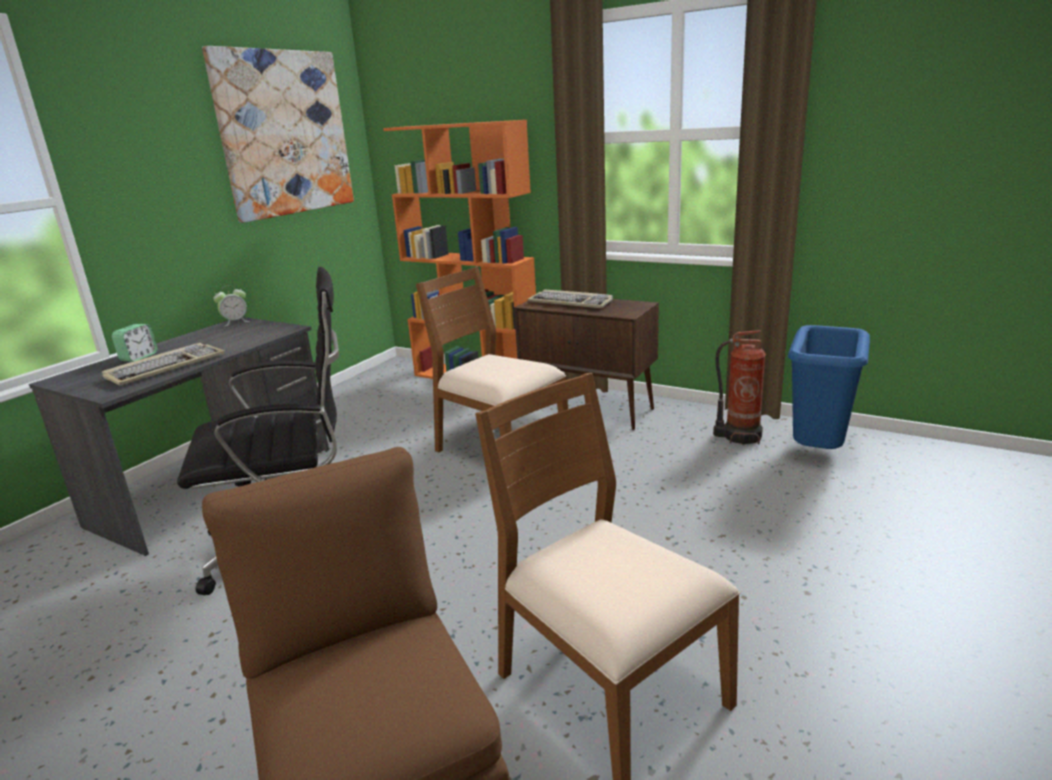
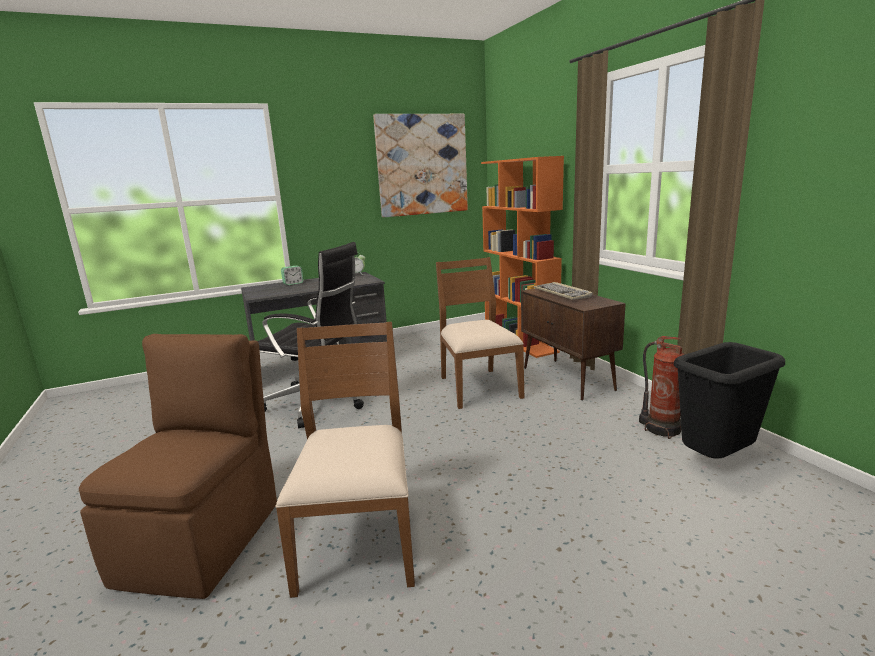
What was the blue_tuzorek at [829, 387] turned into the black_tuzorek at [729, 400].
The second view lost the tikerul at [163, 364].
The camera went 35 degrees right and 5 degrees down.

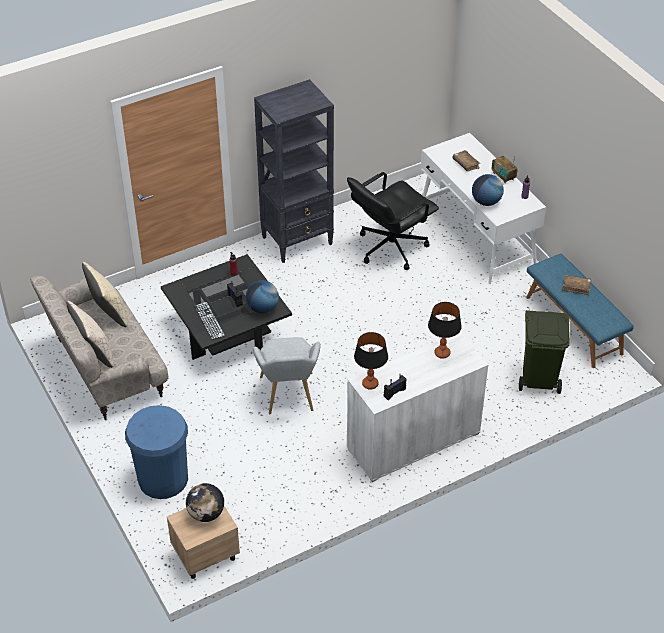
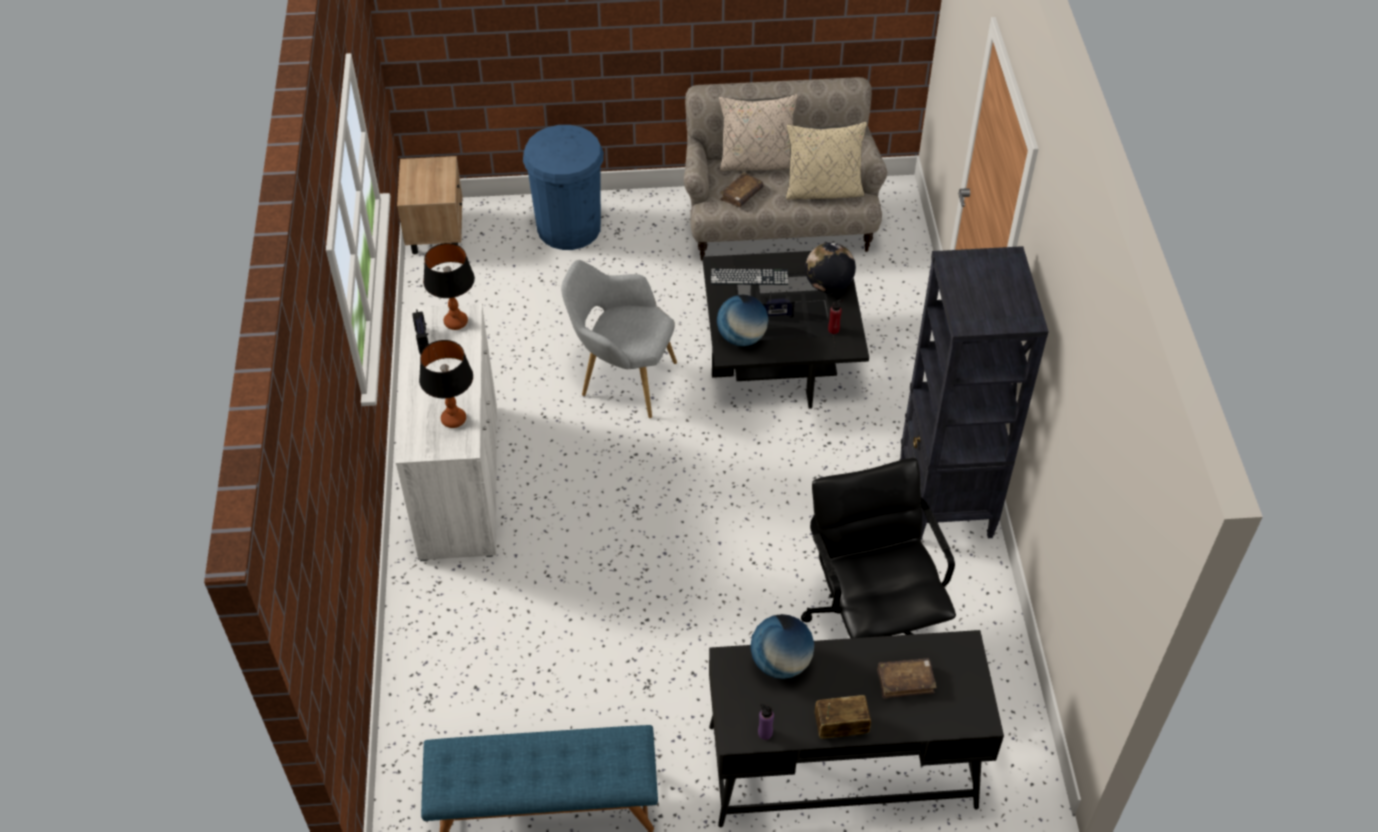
What was the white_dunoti at [483, 208] turned into the black_dunoti at [856, 728].
The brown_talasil ended up elsewhere, having gone from [576, 284] to [742, 189].
The second view lost the green_tuzorek at [544, 352].
The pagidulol ended up elsewhere, having gone from [205, 502] to [830, 268].
The camera went 115 degrees right and 5 degrees up.

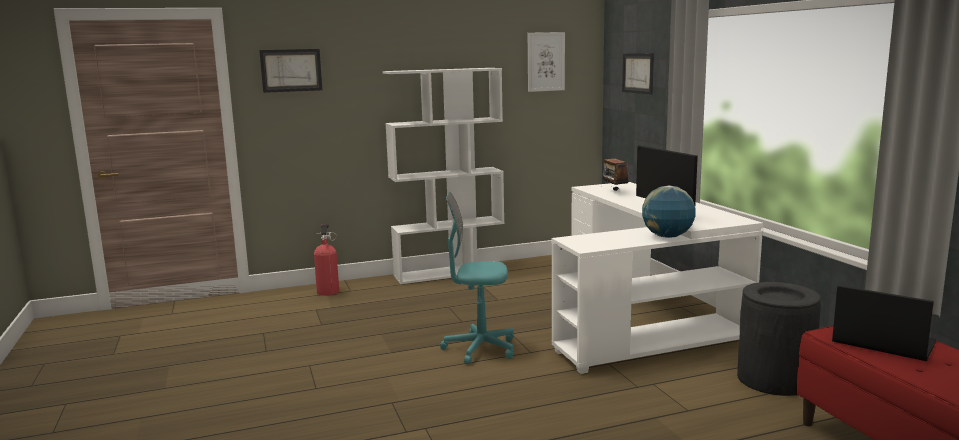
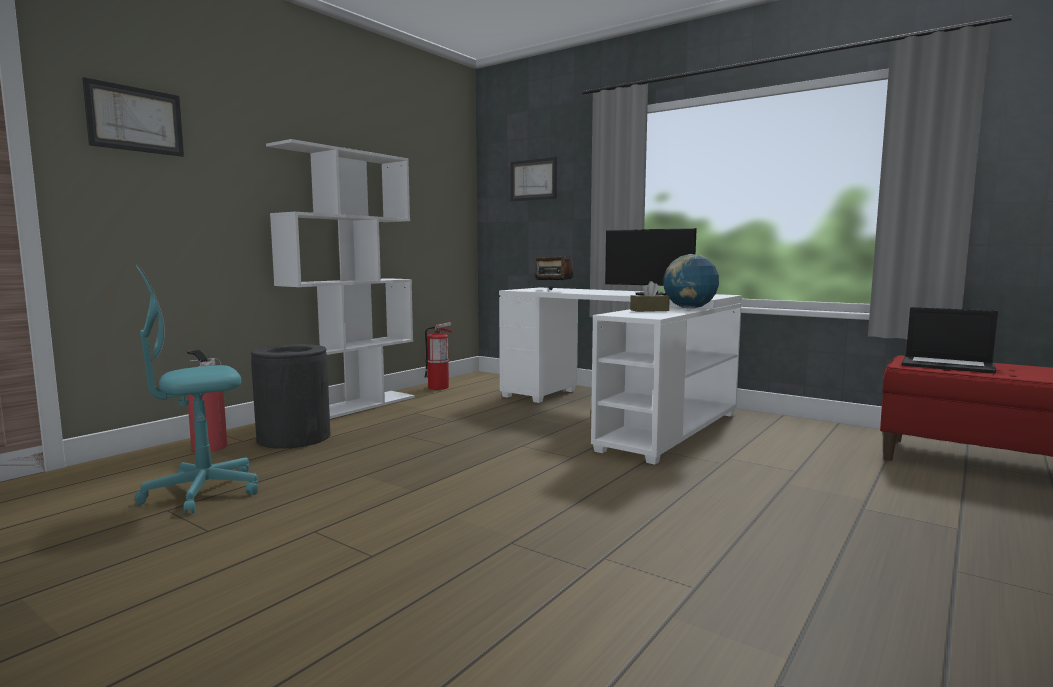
The second view lost the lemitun at [546, 62].
The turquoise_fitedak ended up elsewhere, having gone from [477, 278] to [196, 389].
The black_tuzorek ended up elsewhere, having gone from [779, 339] to [290, 396].
The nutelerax at [884, 323] ended up facing another way, 150 degrees counterclockwise from before.
The second view gained the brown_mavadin at [650, 296].
The second view gained the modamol at [438, 356].
The camera went 35 degrees left and 5 degrees down.

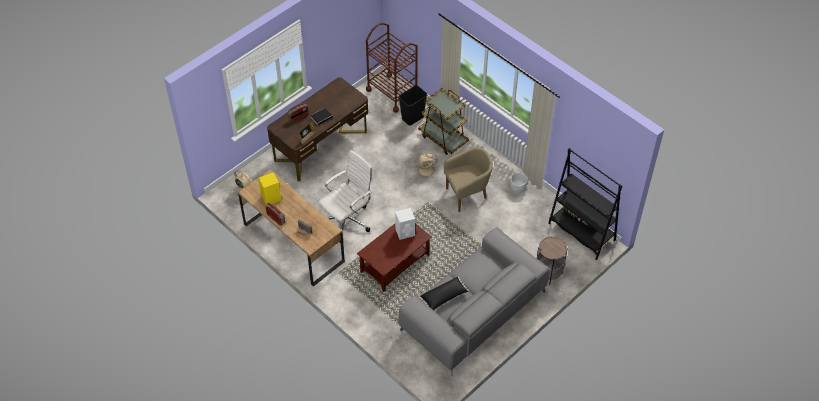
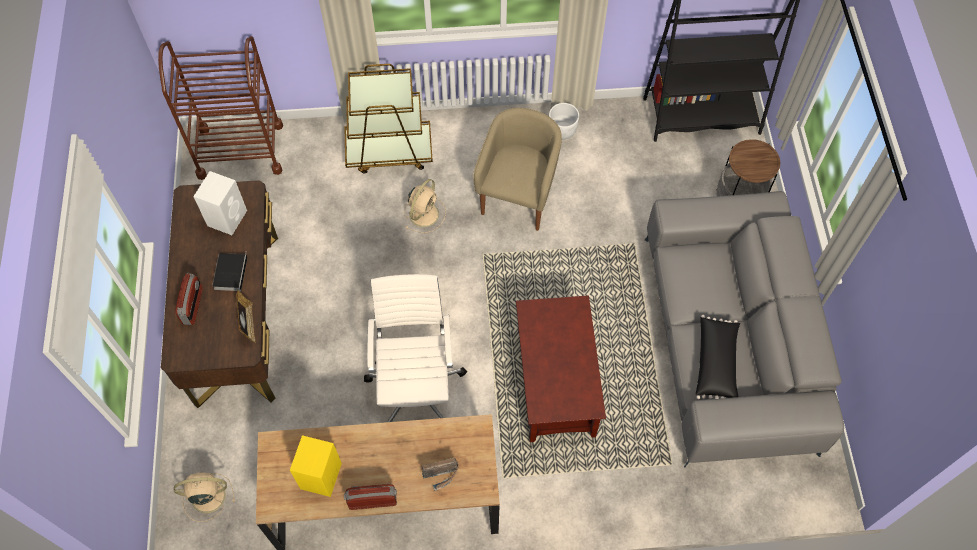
The second view lost the black_tuzorek at [412, 105].
The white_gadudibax ended up elsewhere, having gone from [405, 224] to [220, 203].
The camera went 50 degrees left and 10 degrees up.

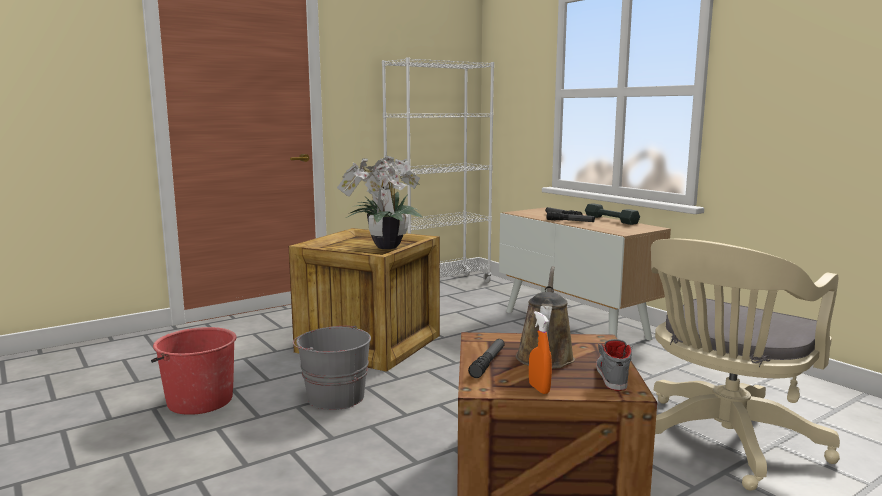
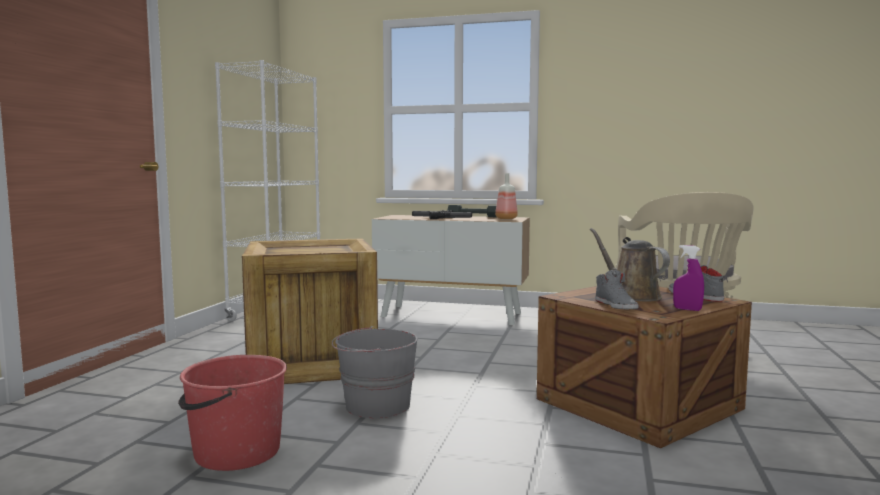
The second view lost the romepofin at [380, 202].
What was the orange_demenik at [540, 352] turned into the purple_demenik at [688, 278].
Where the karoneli stood at [486, 358], the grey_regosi came to stand at [616, 289].
The second view gained the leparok at [506, 196].
The camera went 40 degrees left and 5 degrees down.

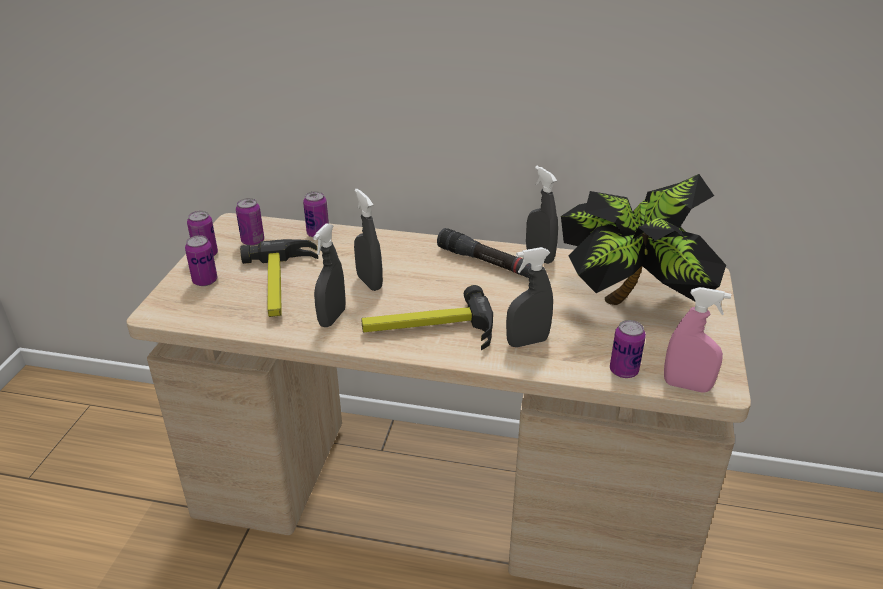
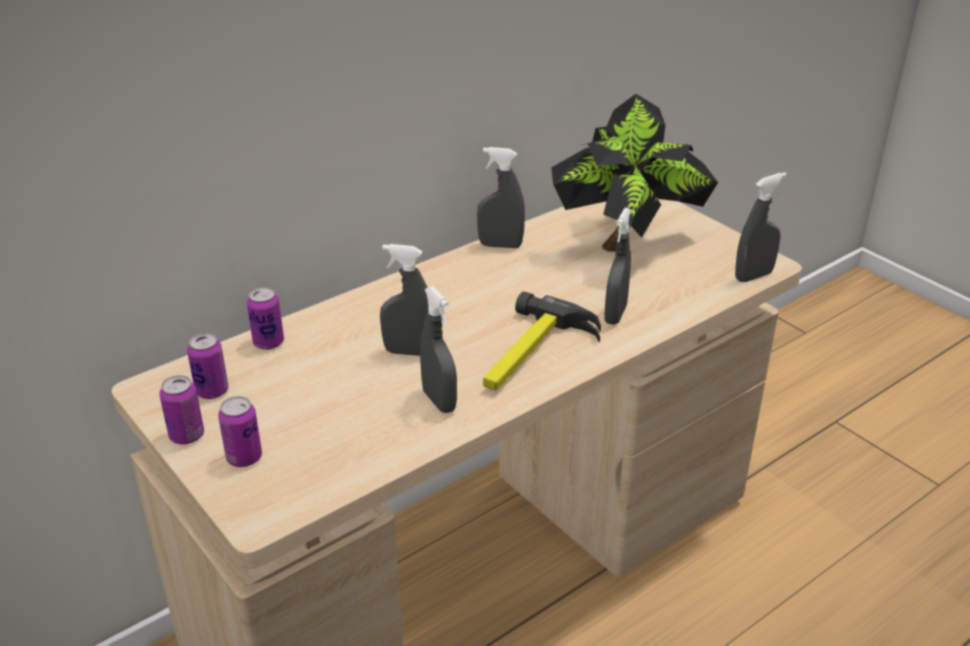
The second view lost the black_karoneli at [484, 253].
The second view lost the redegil at [279, 278].
What was the pink_demenik at [697, 339] turned into the grey_demenik at [761, 227].
The second view lost the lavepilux at [628, 349].
The camera went 50 degrees left and 0 degrees up.

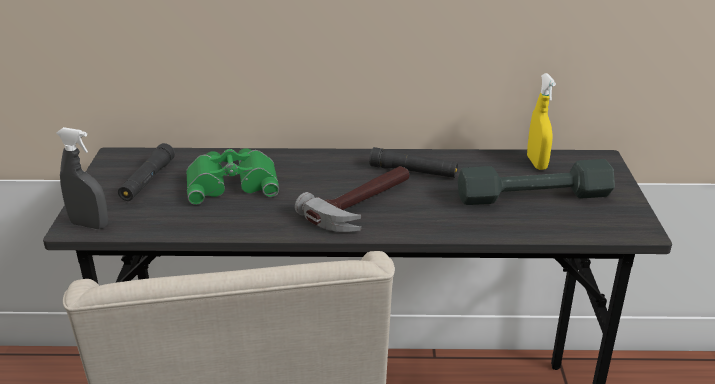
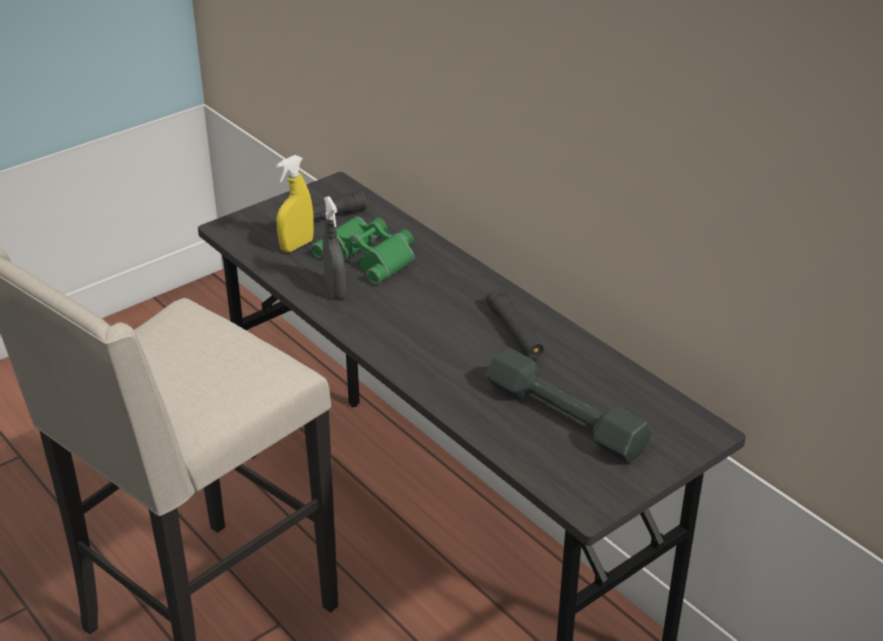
The yellow_demenik ended up elsewhere, having gone from [541, 121] to [295, 203].
The grey_demenik ended up elsewhere, having gone from [82, 178] to [334, 247].
The second view lost the redegil at [352, 199].
The camera went 50 degrees right and 5 degrees up.

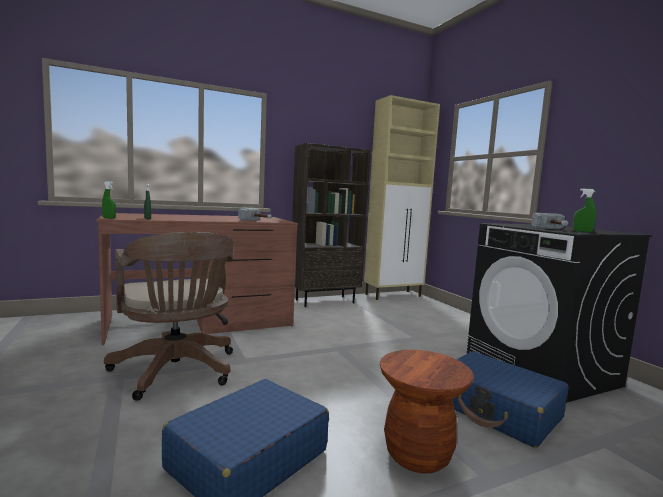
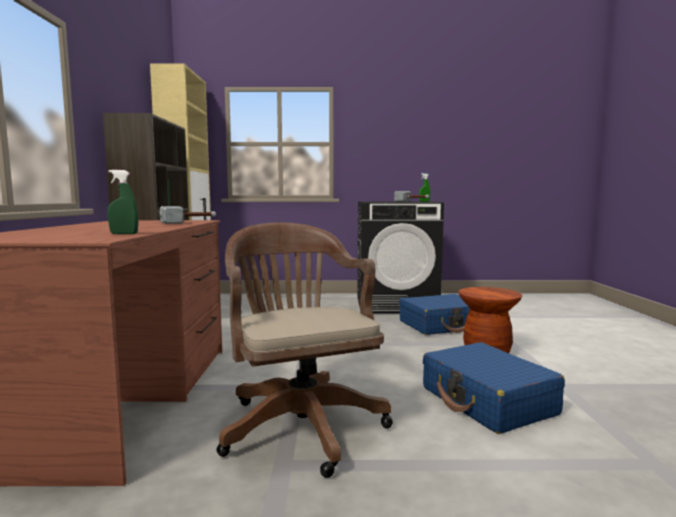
The second view lost the green_demenik at [109, 200].
The brown_fitedak at [169, 316] ended up facing another way, 105 degrees counterclockwise from before.
The camera went 65 degrees left and 0 degrees up.

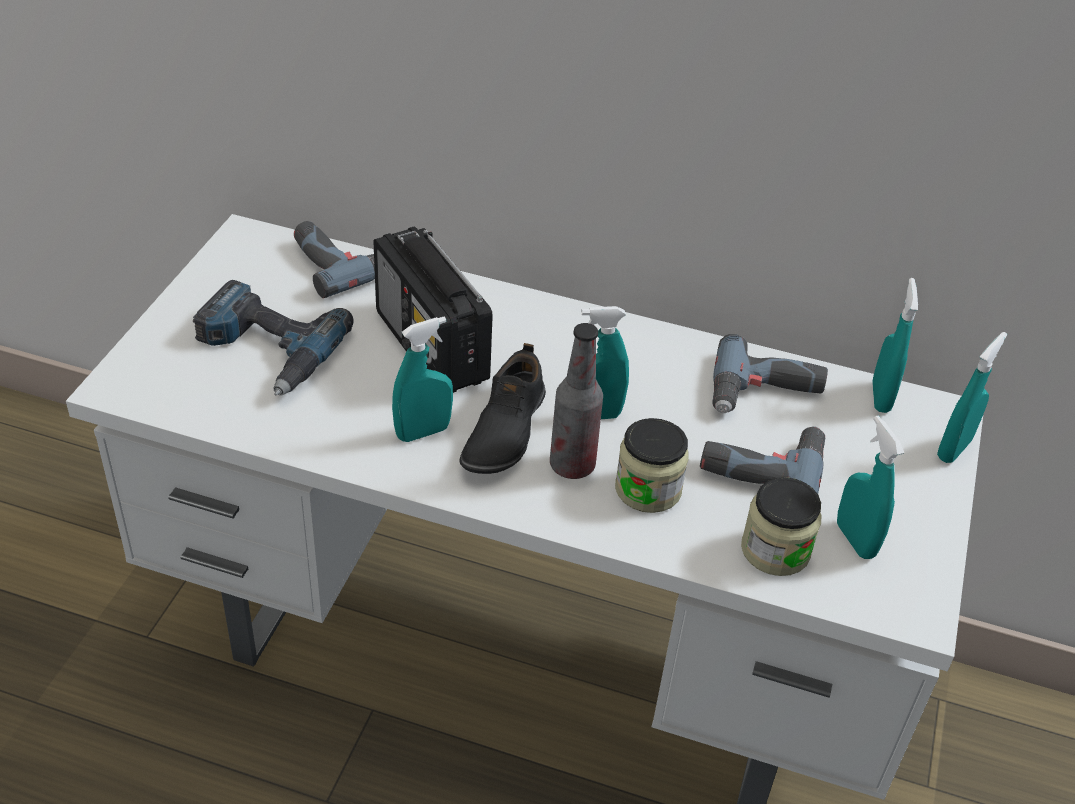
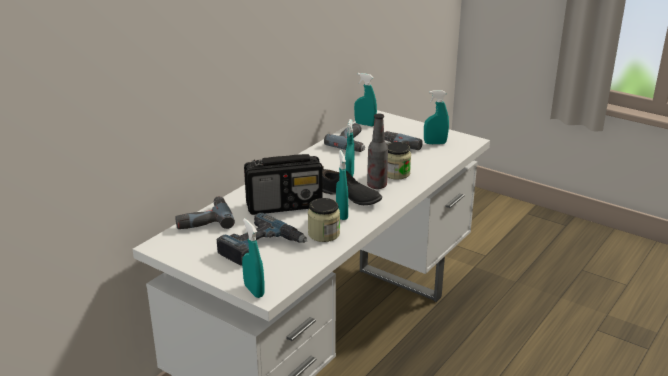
The turquoise_demenik ended up elsewhere, having gone from [972, 397] to [253, 258].
The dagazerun ended up elsewhere, having gone from [781, 526] to [324, 220].
The camera went 70 degrees left and 15 degrees down.

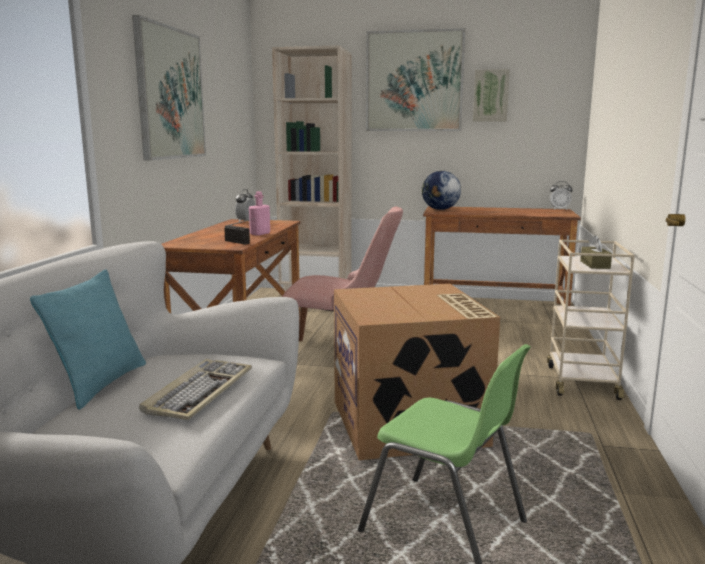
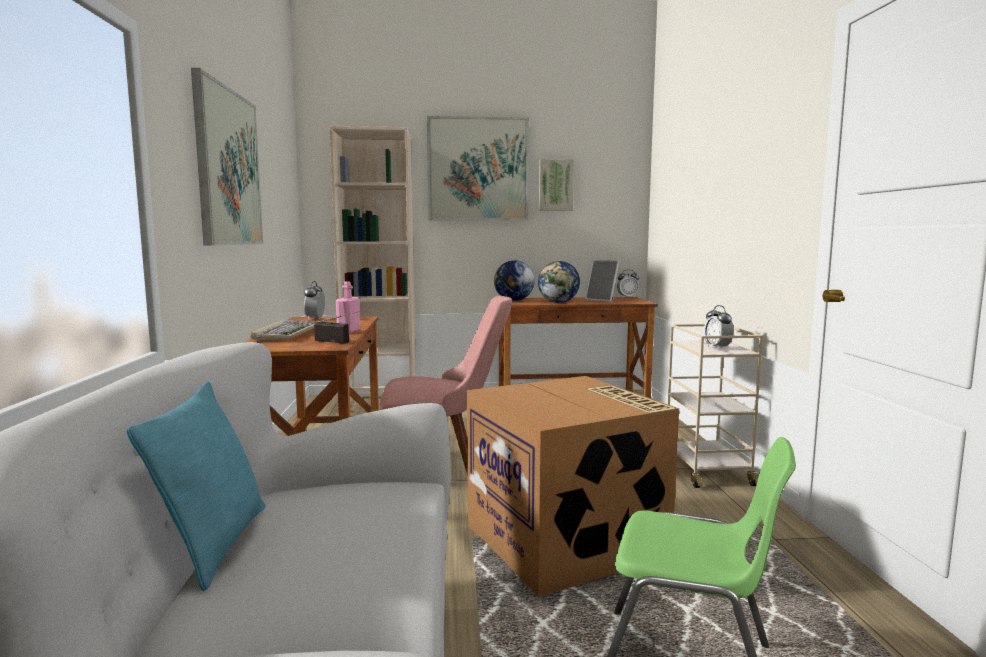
Where the brown_mavadin stood at [596, 252], the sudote came to stand at [719, 327].
The tikerul ended up elsewhere, having gone from [195, 389] to [283, 330].
The second view gained the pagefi at [602, 281].
The second view gained the pagidulol at [559, 282].
The camera went 15 degrees left and 5 degrees down.

